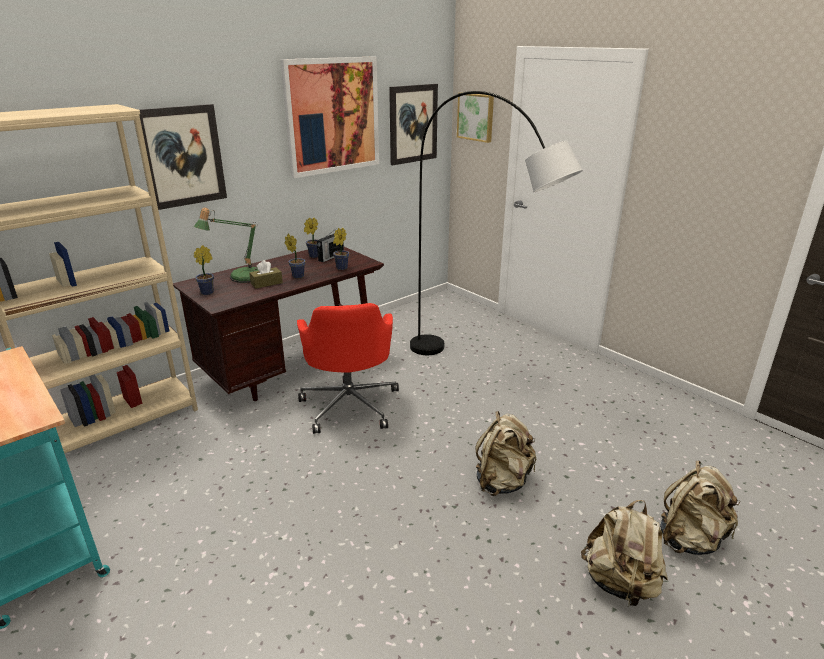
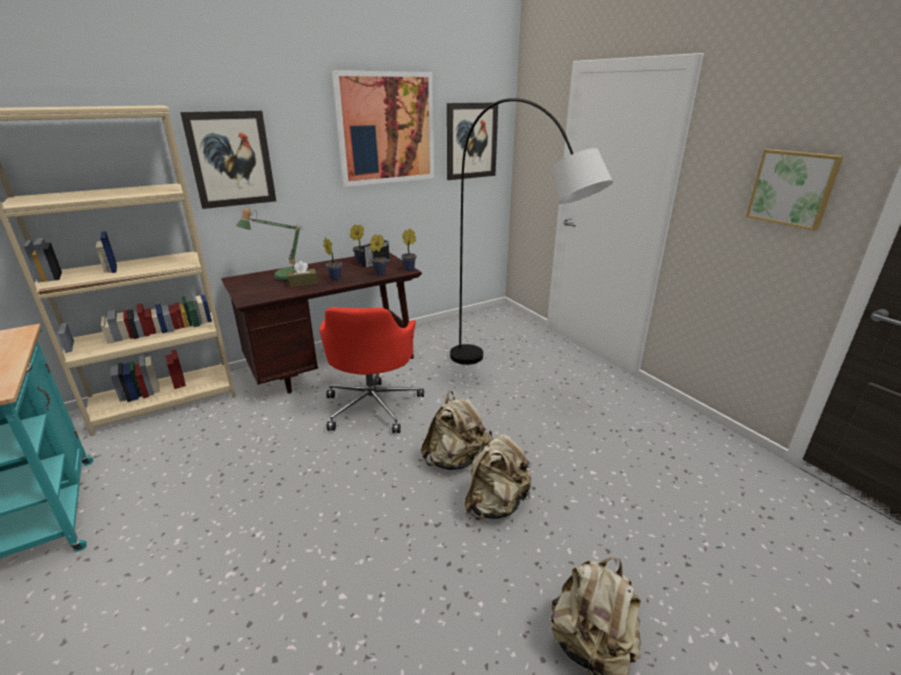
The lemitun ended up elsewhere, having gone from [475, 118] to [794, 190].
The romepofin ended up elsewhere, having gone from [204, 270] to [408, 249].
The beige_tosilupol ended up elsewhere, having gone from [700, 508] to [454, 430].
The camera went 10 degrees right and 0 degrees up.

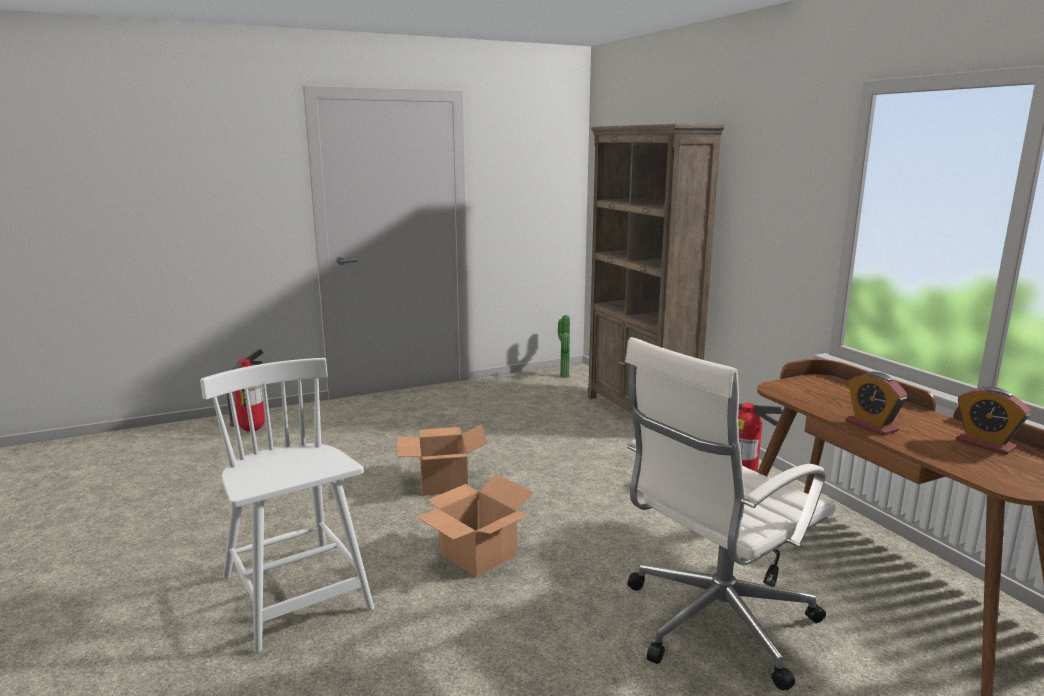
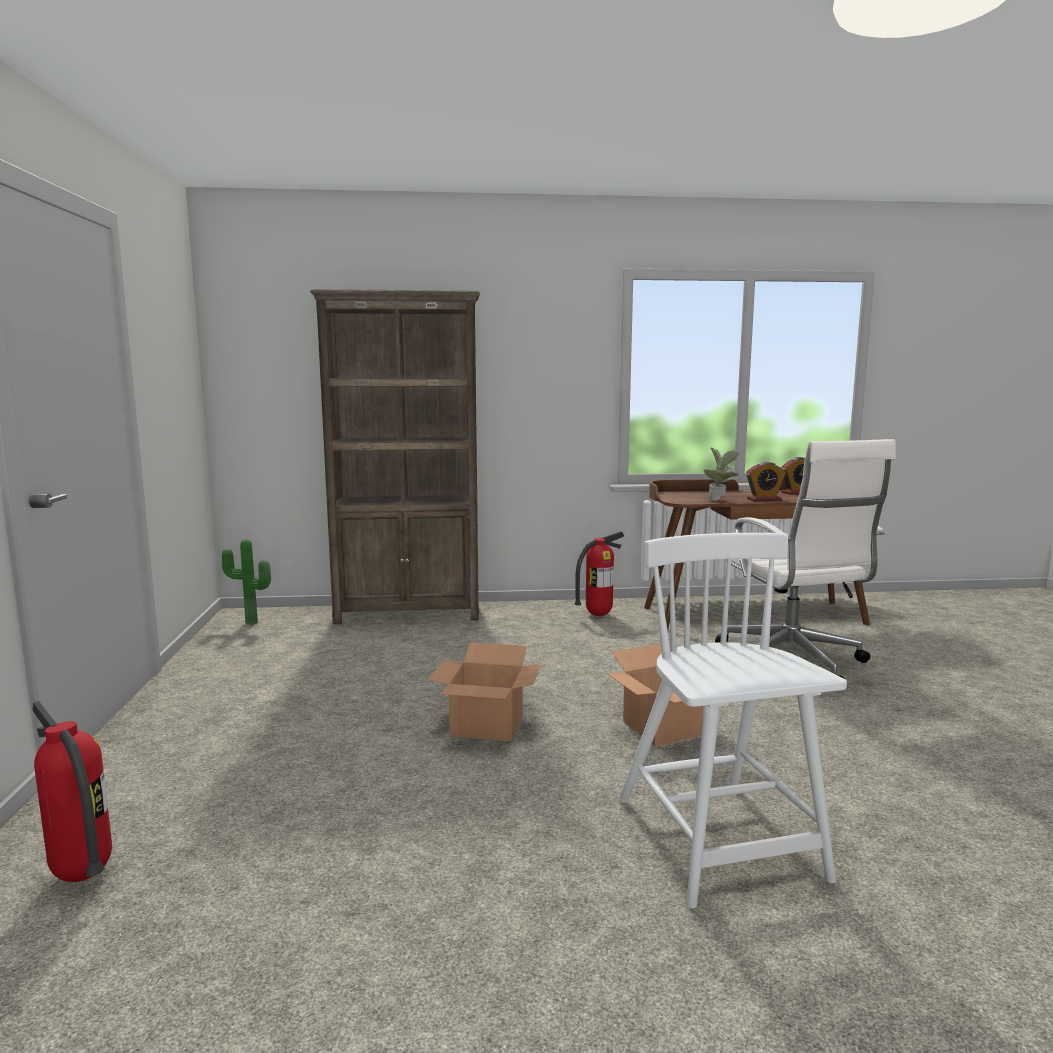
The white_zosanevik at [287, 505] ended up facing another way, 90 degrees clockwise from before.
The second view gained the romepofin at [722, 474].
The camera went 70 degrees left and 5 degrees down.

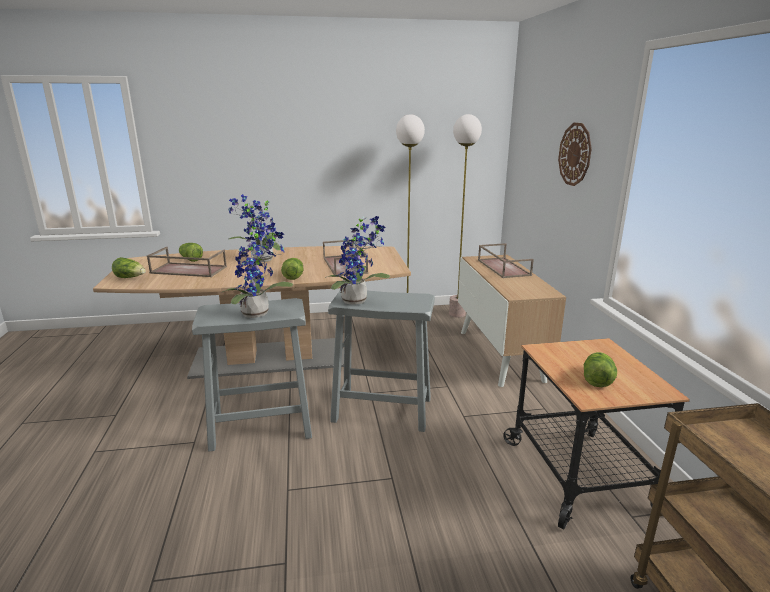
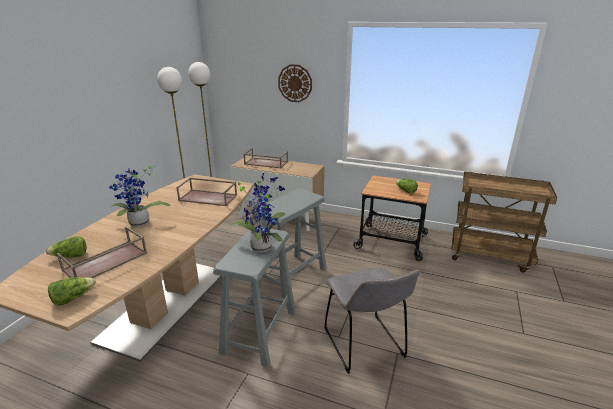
The second view lost the romepofin at [357, 260].
The second view lost the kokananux at [292, 269].
The second view gained the grey_zosanevik at [372, 321].
The camera went 60 degrees left and 5 degrees up.

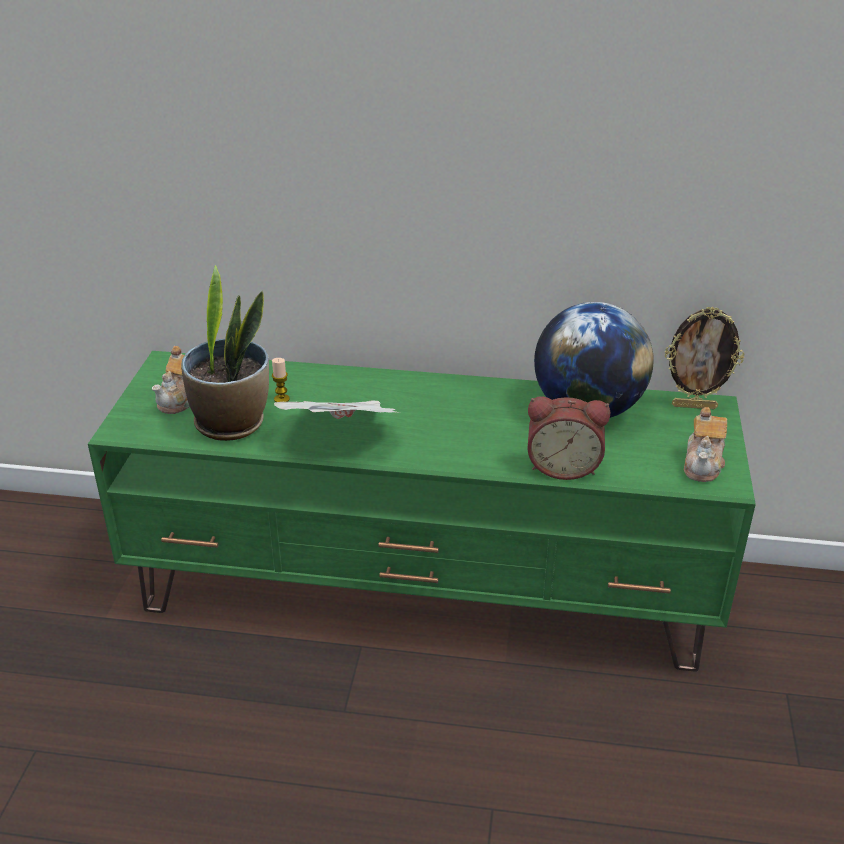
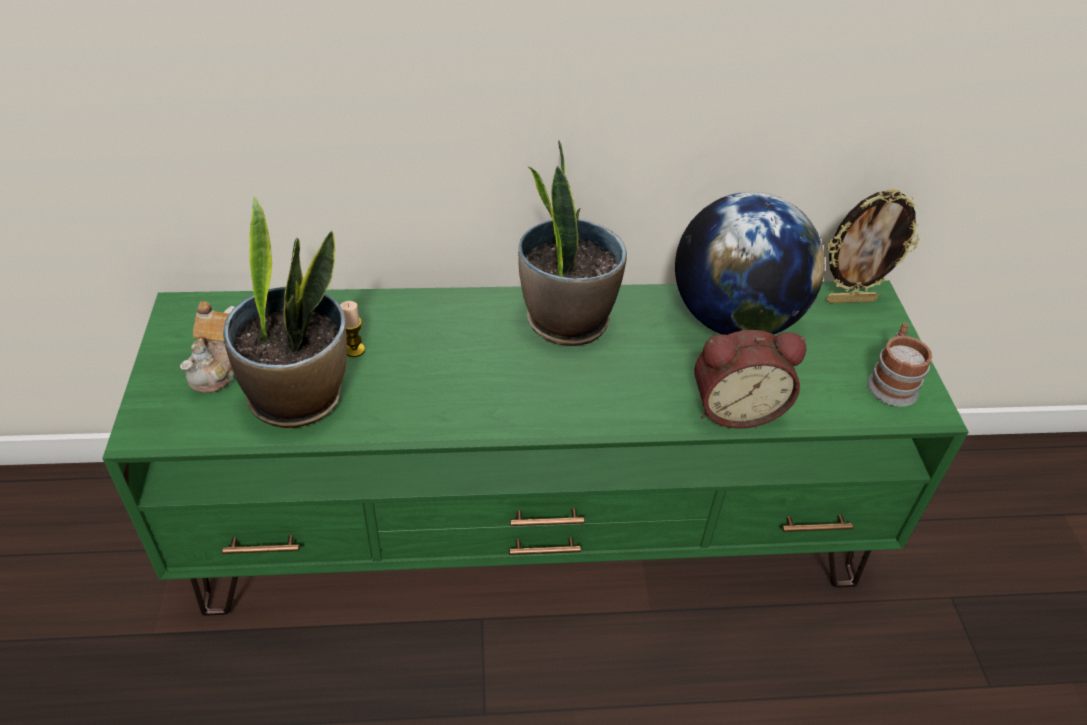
The second view lost the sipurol at [337, 409].
Where the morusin stood at [705, 444], the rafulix came to stand at [899, 364].
The second view gained the romepofin at [572, 243].
The camera went 15 degrees left and 10 degrees up.

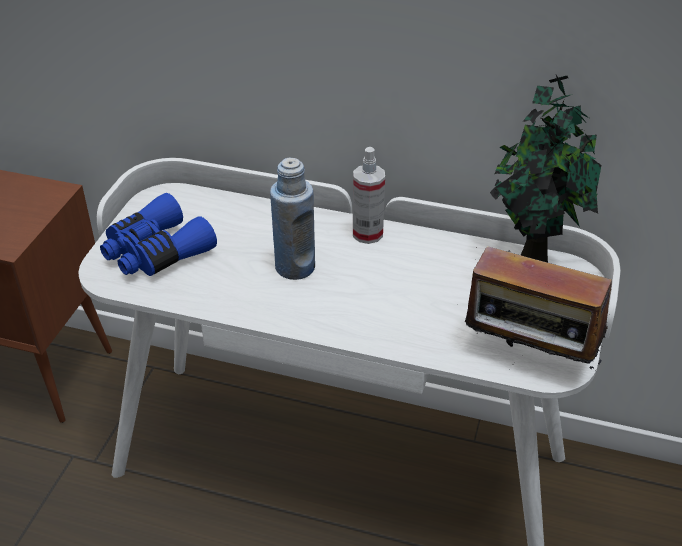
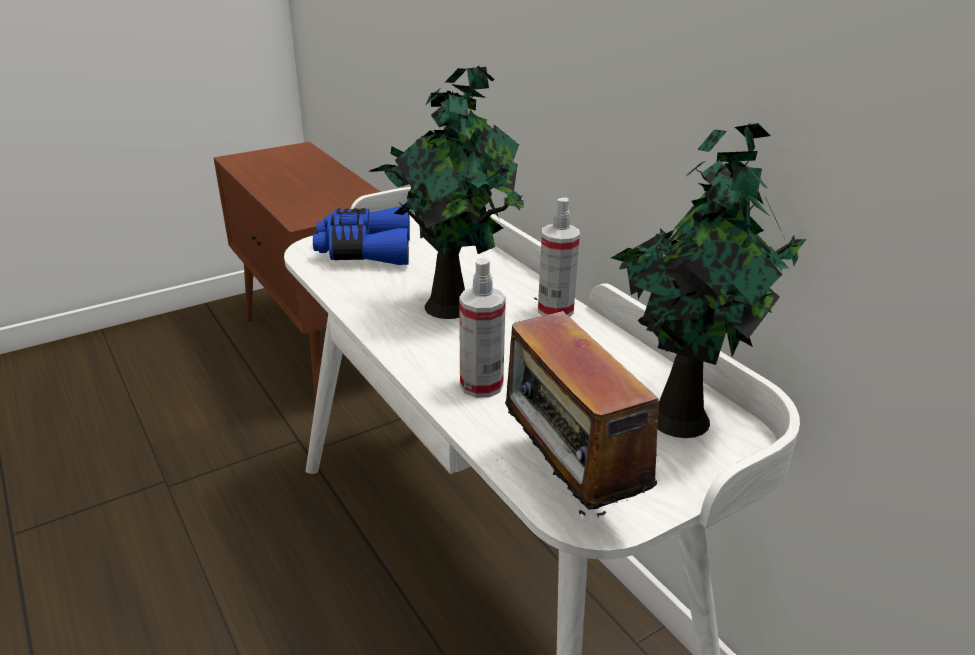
Where the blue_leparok stood at [292, 219], the romepofin came to stand at [446, 192].
The second view gained the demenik at [482, 328].
The camera went 40 degrees right and 10 degrees down.

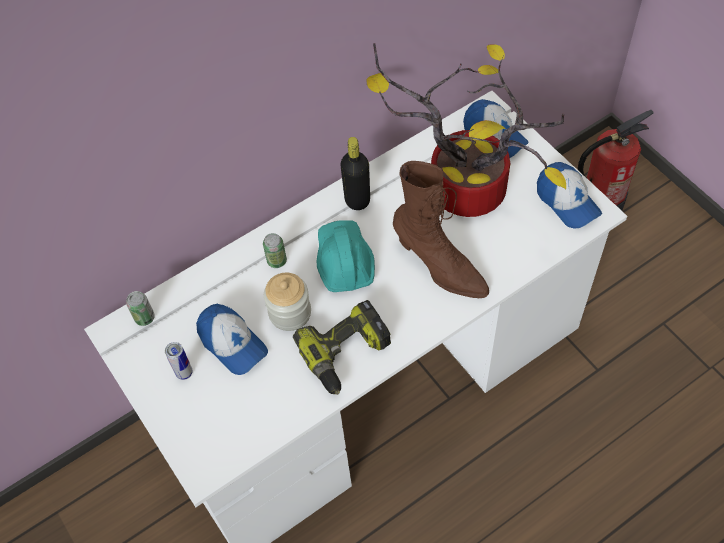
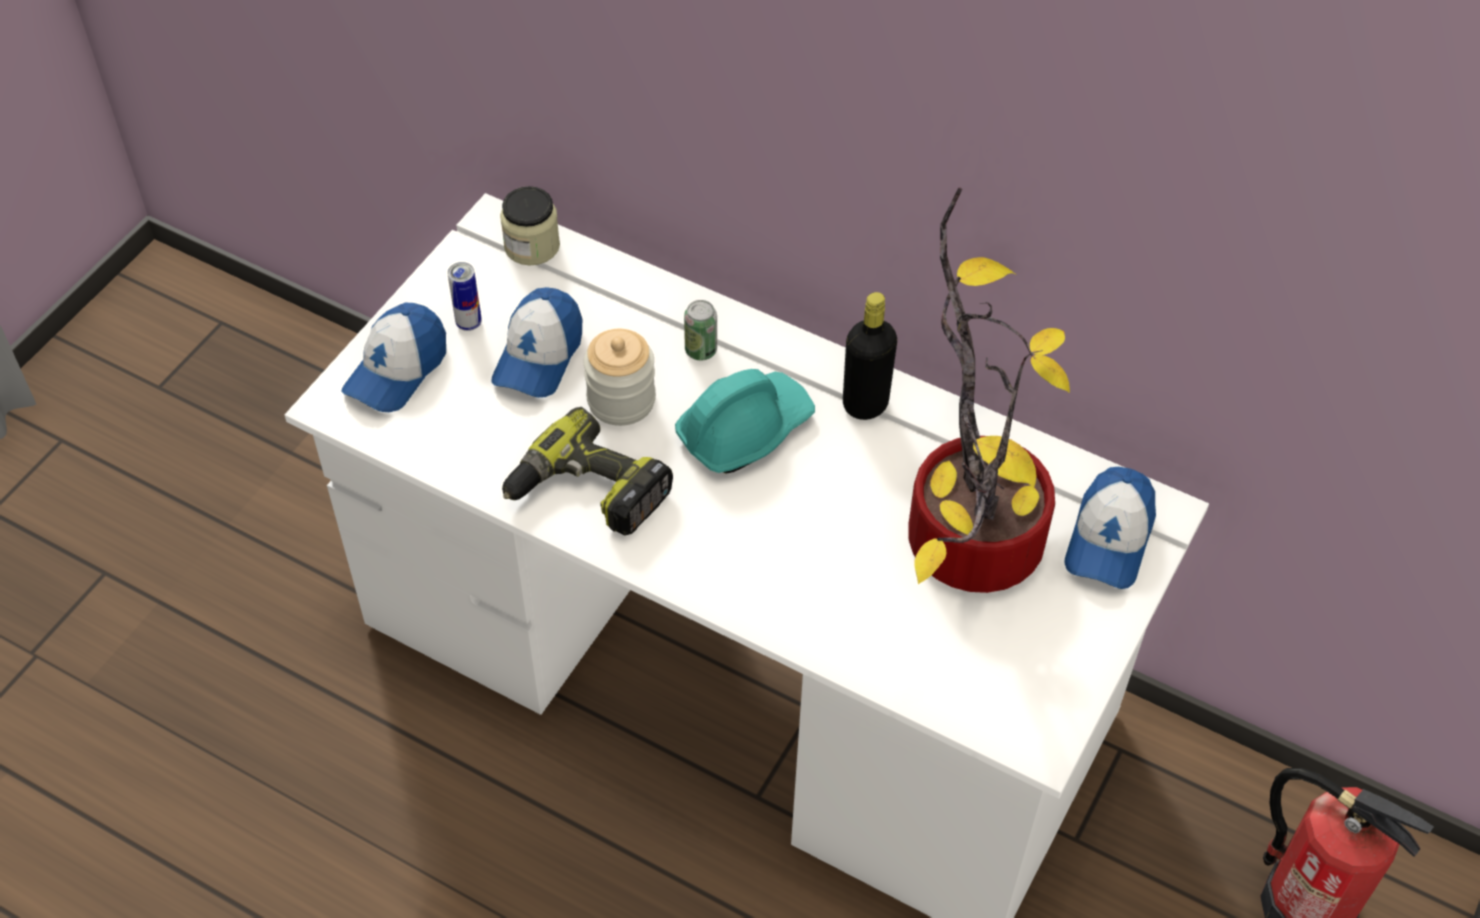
The second view lost the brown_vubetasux at [441, 229].
The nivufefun ended up elsewhere, having gone from [569, 195] to [394, 357].
Where the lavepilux stood at [140, 308], the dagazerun came to stand at [530, 226].
The camera went 60 degrees right and 5 degrees down.

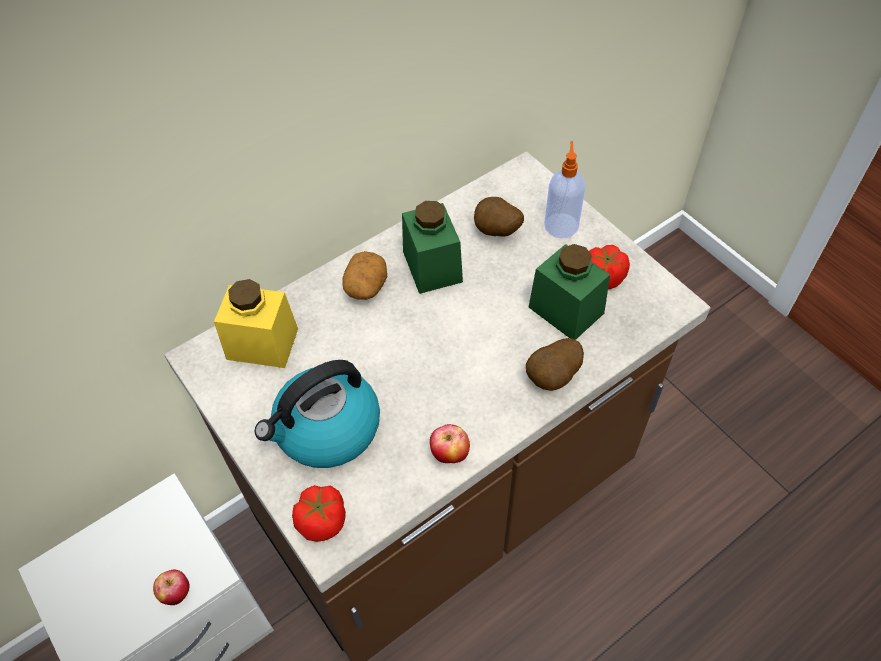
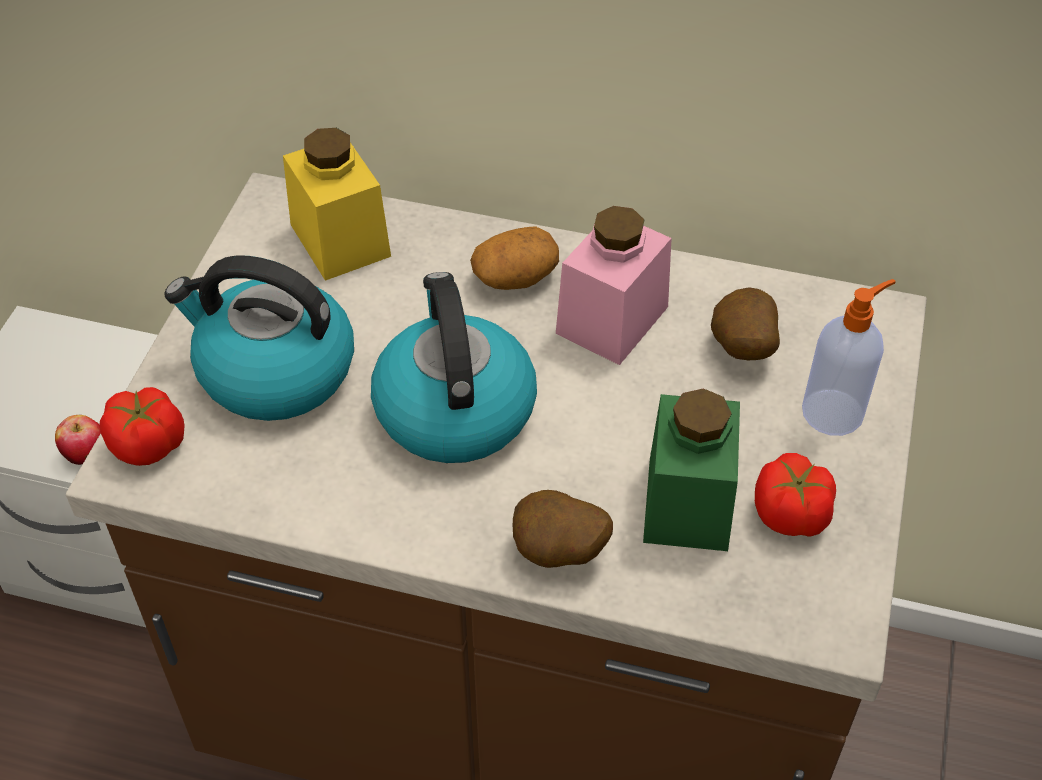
What was the green_dagazerun at [432, 247] turned into the pink_dagazerun at [614, 285].
The second view lost the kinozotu at [450, 443].
The second view gained the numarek at [454, 367].
The camera went 50 degrees right and 5 degrees down.

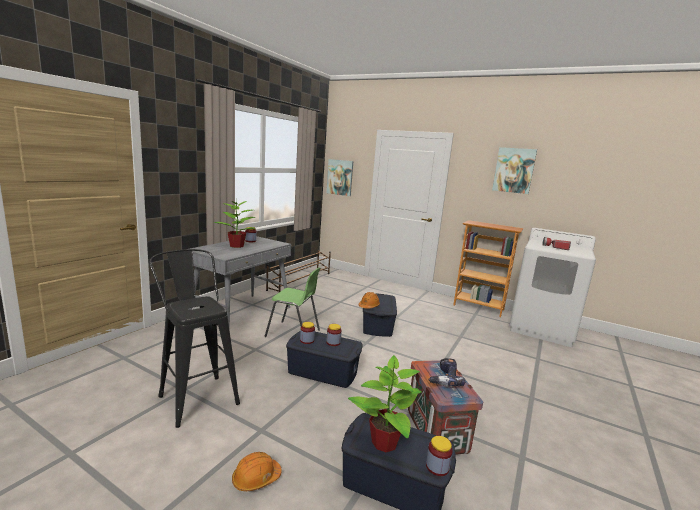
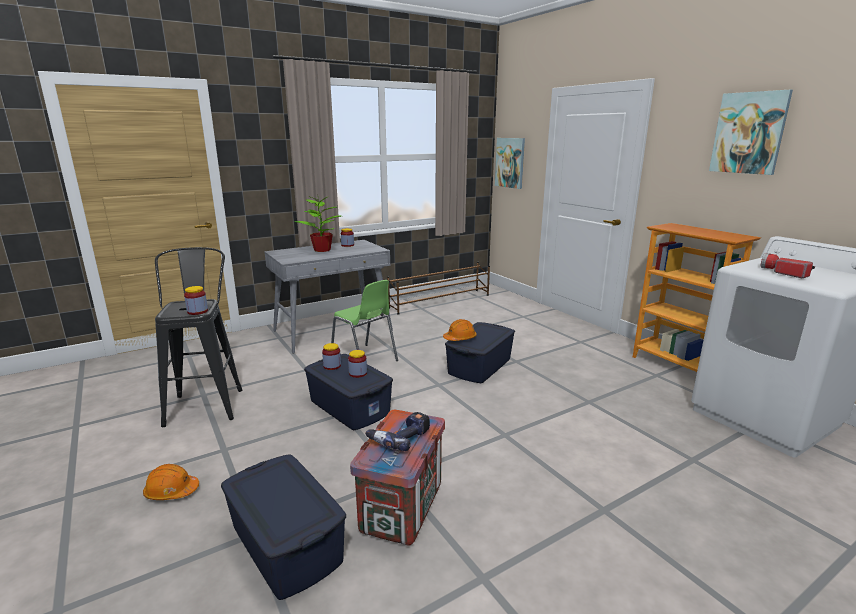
The second view lost the romepofin at [385, 403].
The dagazerun ended up elsewhere, having gone from [439, 456] to [196, 300].
The camera went 30 degrees right and 5 degrees up.

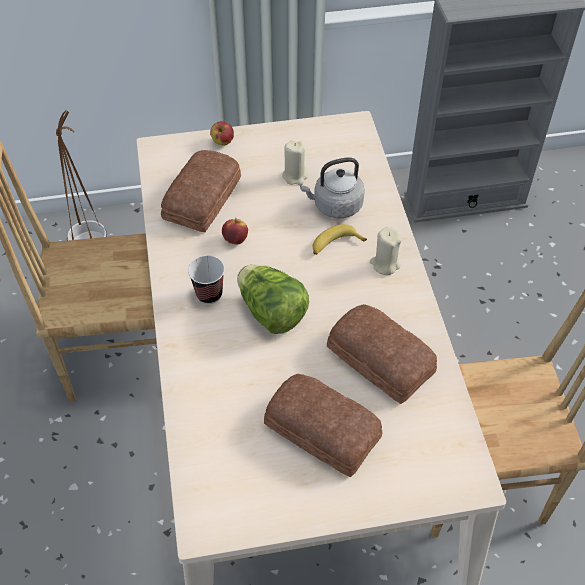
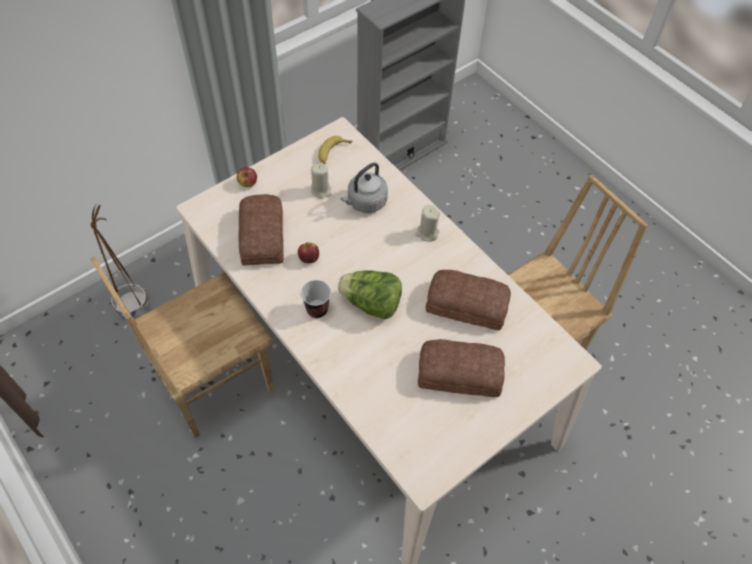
The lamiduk ended up elsewhere, having gone from [340, 239] to [335, 150].
The camera went 30 degrees left and 5 degrees up.

